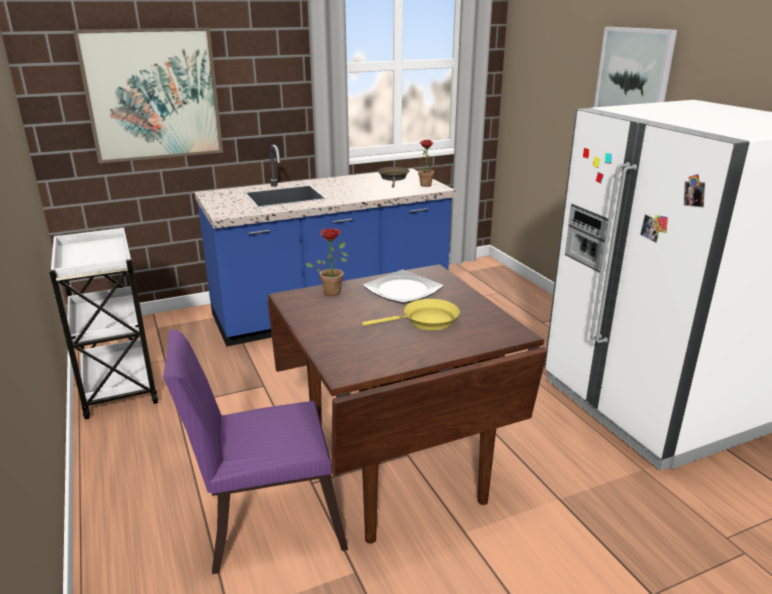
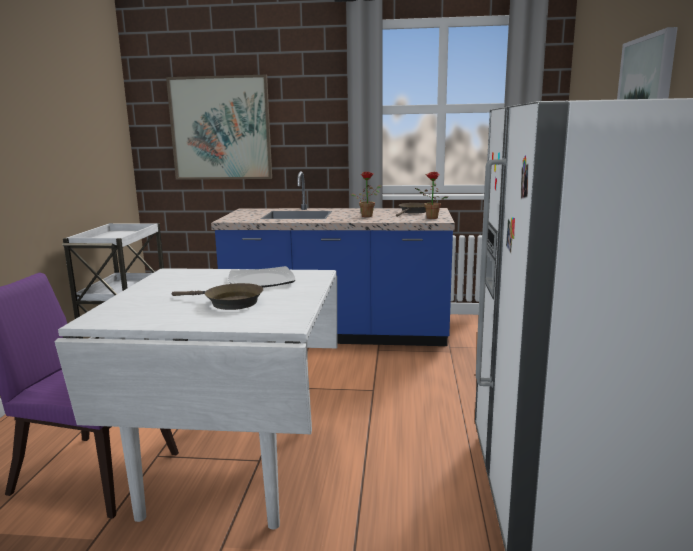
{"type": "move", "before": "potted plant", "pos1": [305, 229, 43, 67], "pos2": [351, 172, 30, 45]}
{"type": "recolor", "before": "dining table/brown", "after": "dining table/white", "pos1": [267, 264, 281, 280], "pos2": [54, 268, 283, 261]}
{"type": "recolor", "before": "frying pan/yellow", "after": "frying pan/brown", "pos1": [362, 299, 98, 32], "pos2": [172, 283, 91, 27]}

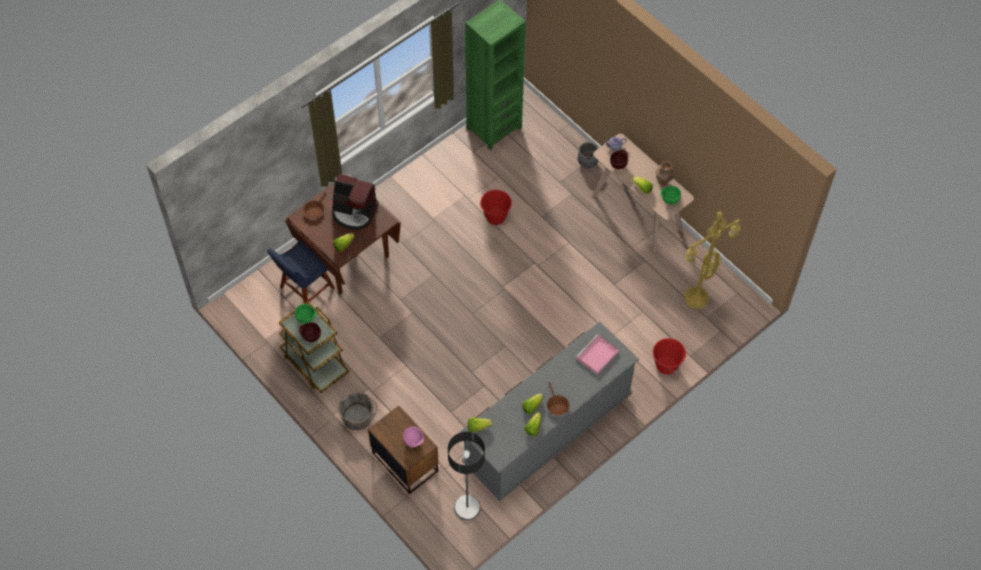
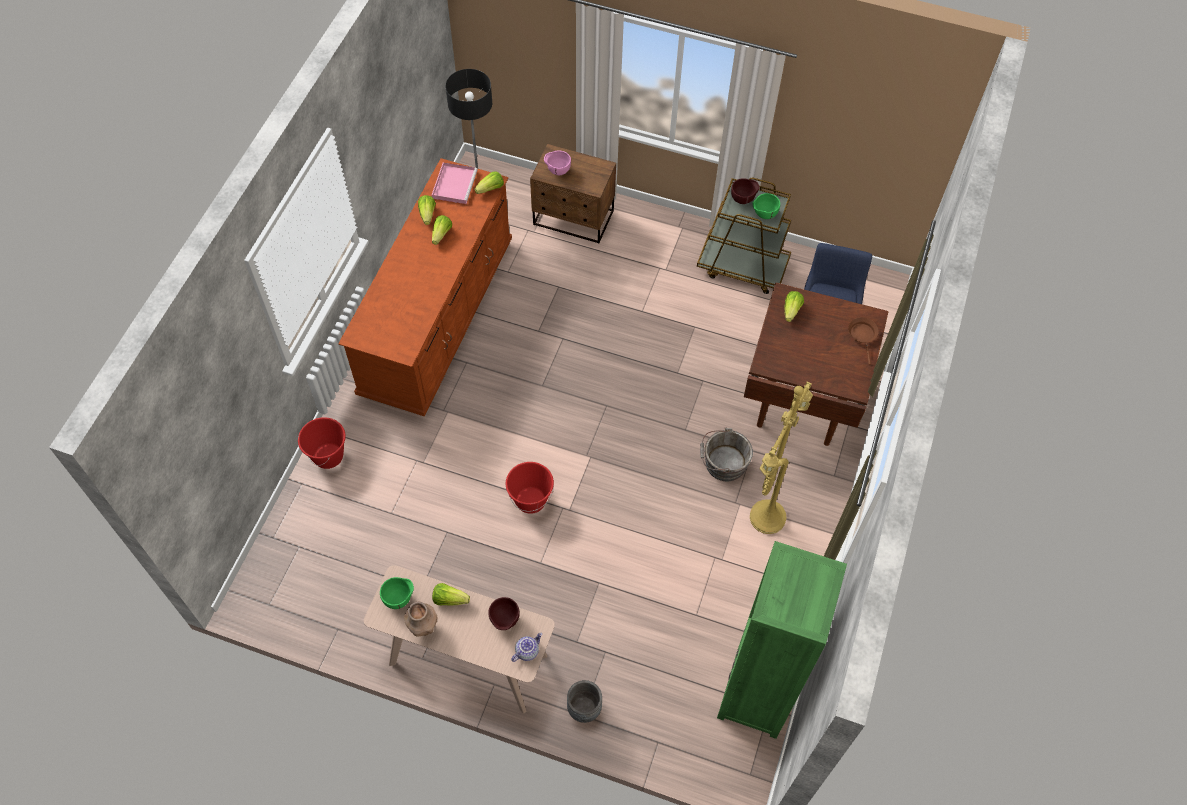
{"type": "delete", "before": "coffee machine", "pos1": [332, 174, 46, 56]}
{"type": "delete", "before": "frying pan/brown", "pos1": [547, 382, 22, 33]}
{"type": "move", "before": "bucket/grey", "pos1": [338, 393, 39, 37], "pos2": [700, 428, 53, 53]}
{"type": "move", "before": "bucket/red", "pos1": [480, 190, 32, 35], "pos2": [506, 462, 48, 52]}
{"type": "move", "before": "tray/pink", "pos1": [577, 334, 42, 41], "pos2": [432, 162, 46, 42]}
{"type": "move", "before": "floor lamp/yellow", "pos1": [684, 212, 56, 97], "pos2": [750, 382, 63, 152]}
{"type": "recolor", "before": "dresser/grey", "after": "dresser/brown", "pos1": [460, 322, 179, 179], "pos2": [338, 158, 174, 258]}

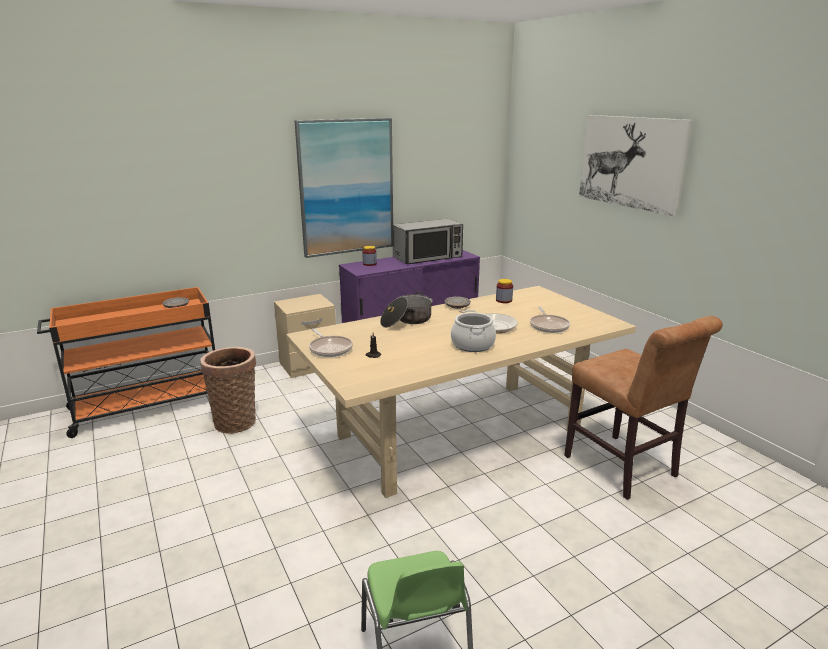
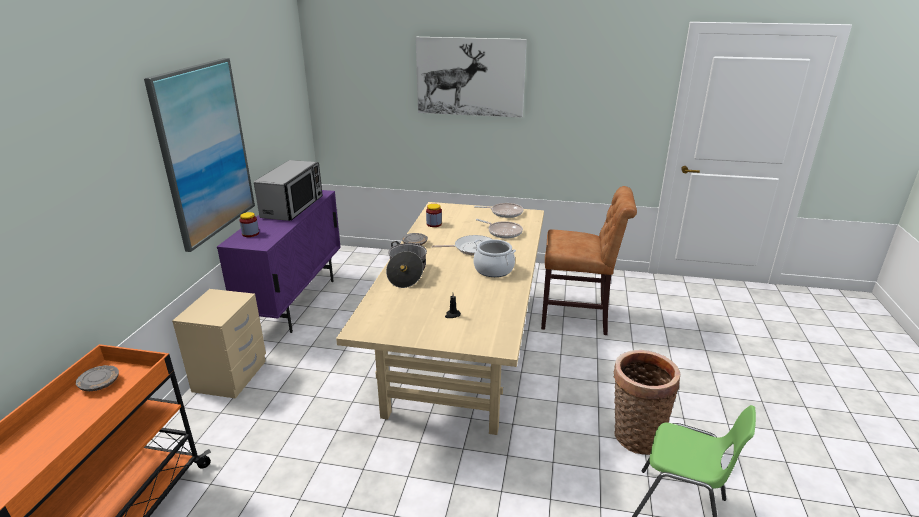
{"type": "move", "before": "basket", "pos1": [200, 347, 56, 87], "pos2": [614, 350, 66, 105]}
{"type": "move", "before": "frying pan", "pos1": [309, 328, 44, 29], "pos2": [474, 203, 50, 15]}

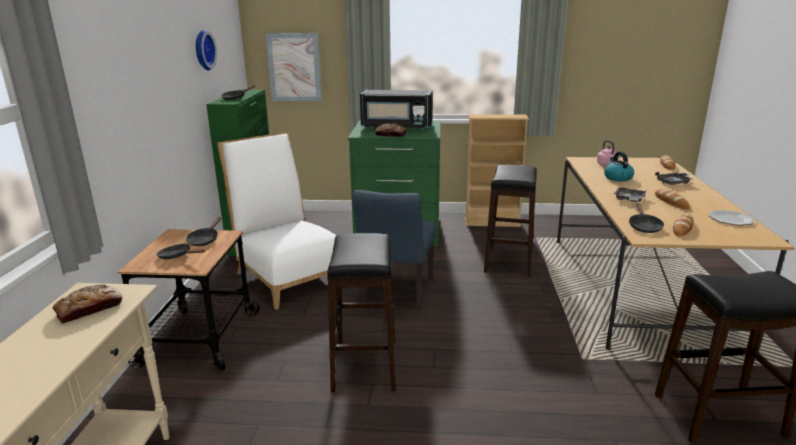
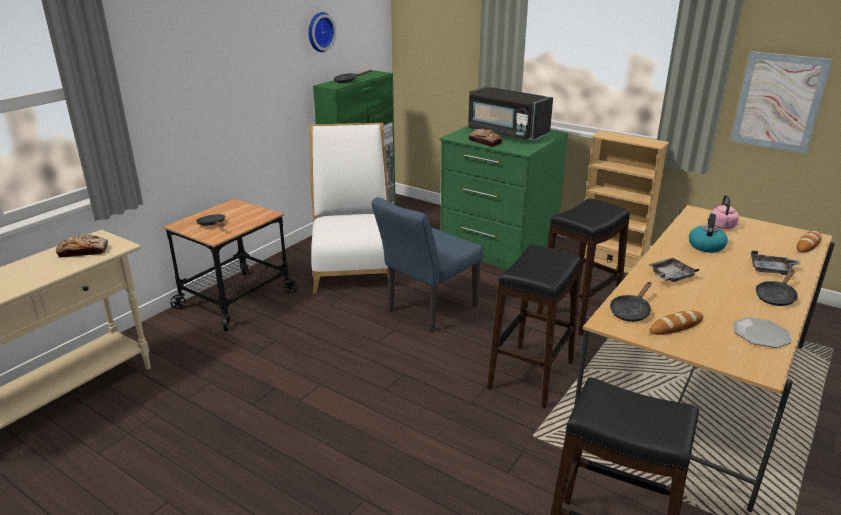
{"type": "delete", "before": "bread", "pos1": [655, 189, 35, 20]}
{"type": "move", "before": "frying pan/black", "pos1": [186, 217, 35, 29], "pos2": [756, 270, 42, 36]}
{"type": "move", "before": "picture", "pos1": [266, 33, 56, 68], "pos2": [731, 51, 101, 103]}
{"type": "move", "before": "stool/black", "pos1": [327, 233, 69, 159], "pos2": [487, 245, 95, 163]}

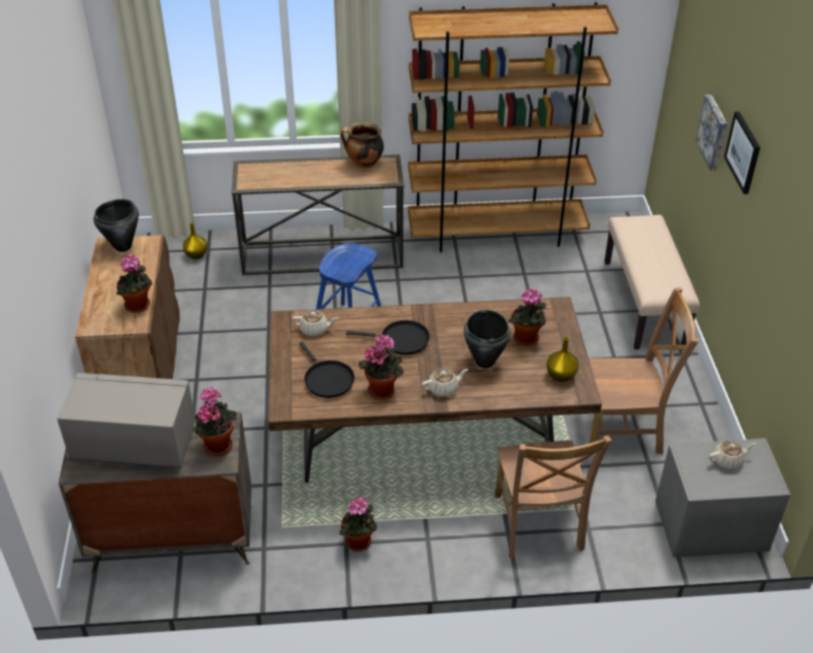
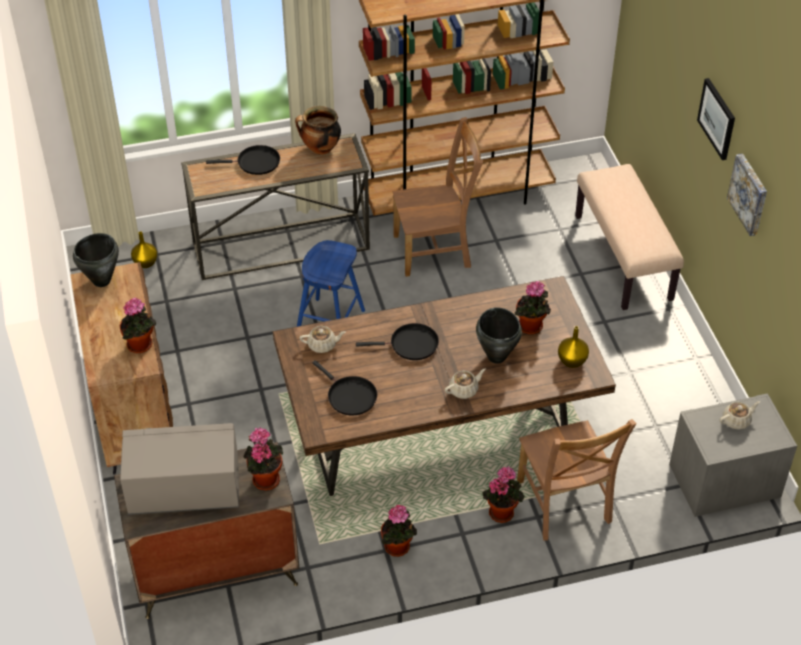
{"type": "insert", "after": "frying pan/black", "pos2": [206, 145, 74, 30]}
{"type": "move", "before": "potted plant", "pos1": [359, 334, 45, 66], "pos2": [482, 466, 42, 57]}
{"type": "move", "before": "chair/brown", "pos1": [589, 287, 110, 168], "pos2": [393, 117, 90, 160]}
{"type": "move", "before": "picture", "pos1": [695, 95, 32, 76], "pos2": [727, 154, 40, 82]}

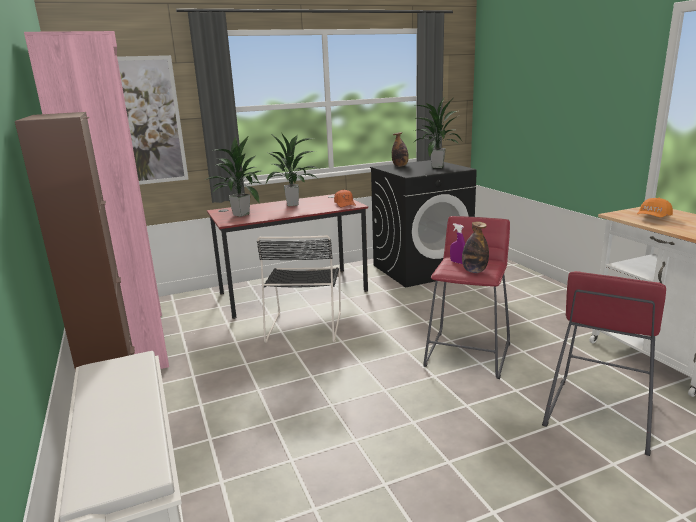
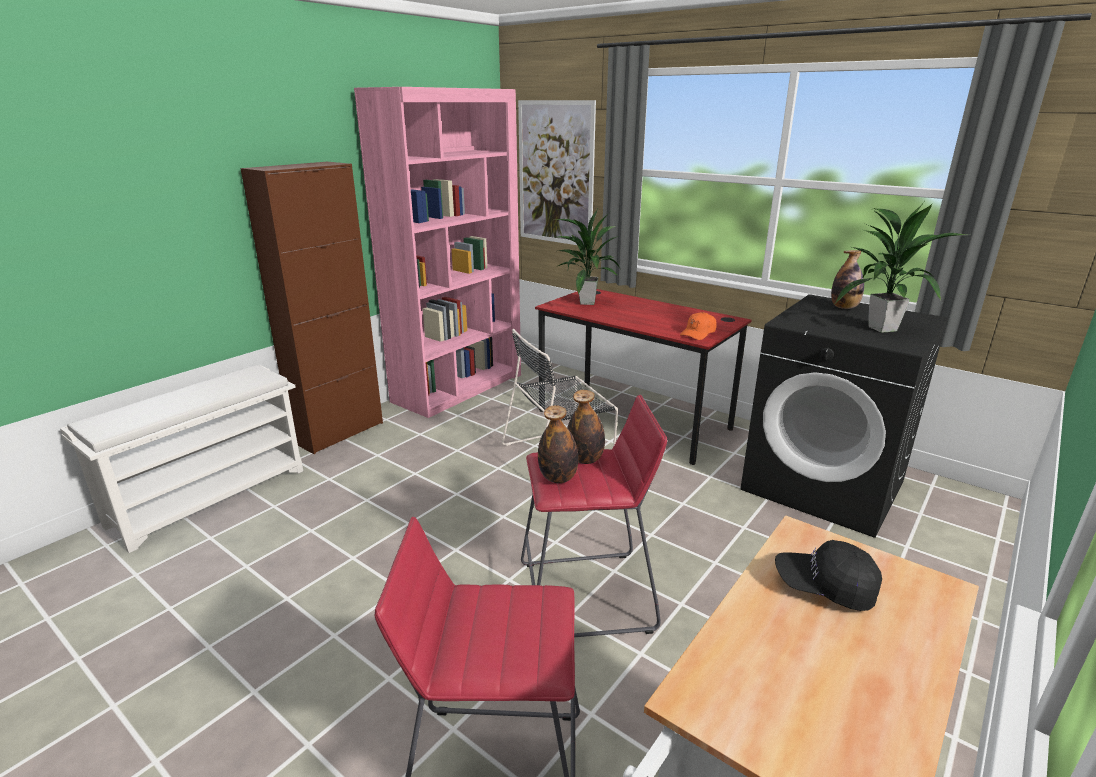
{"type": "delete", "before": "potted plant", "pos1": [265, 132, 54, 74]}
{"type": "replace", "before": "spray bottle/purple", "after": "bottle", "pos1": [450, 223, 15, 41], "pos2": [567, 390, 38, 74]}
{"type": "recolor", "before": "cap/orange", "after": "cap/black", "pos1": [637, 198, 36, 20], "pos2": [775, 540, 107, 71]}

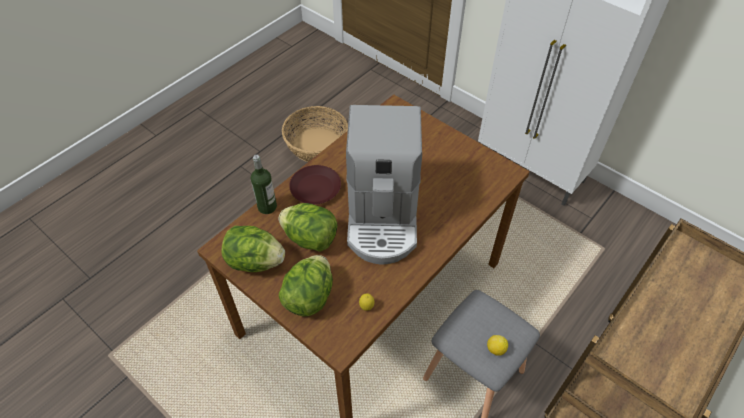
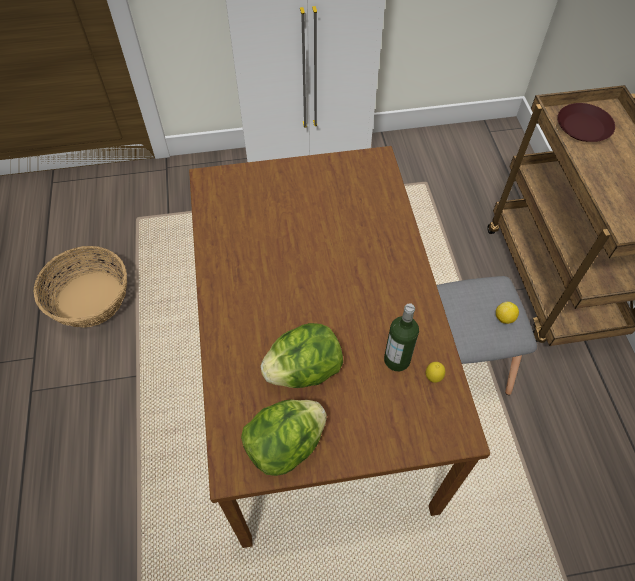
{"type": "delete", "before": "lettuce", "pos1": [279, 255, 54, 61]}
{"type": "delete", "before": "coffee machine", "pos1": [346, 105, 76, 160]}
{"type": "move", "before": "bottle", "pos1": [251, 155, 26, 59], "pos2": [384, 303, 35, 68]}
{"type": "move", "before": "plate/brown", "pos1": [289, 165, 52, 39], "pos2": [557, 103, 58, 39]}

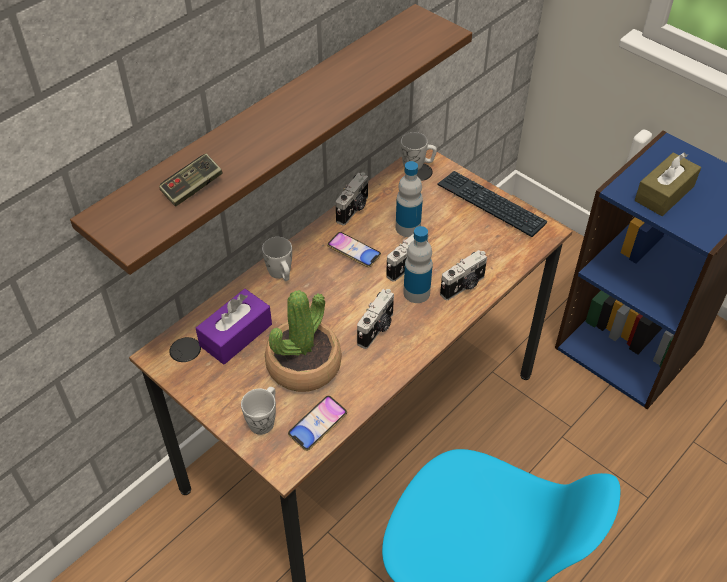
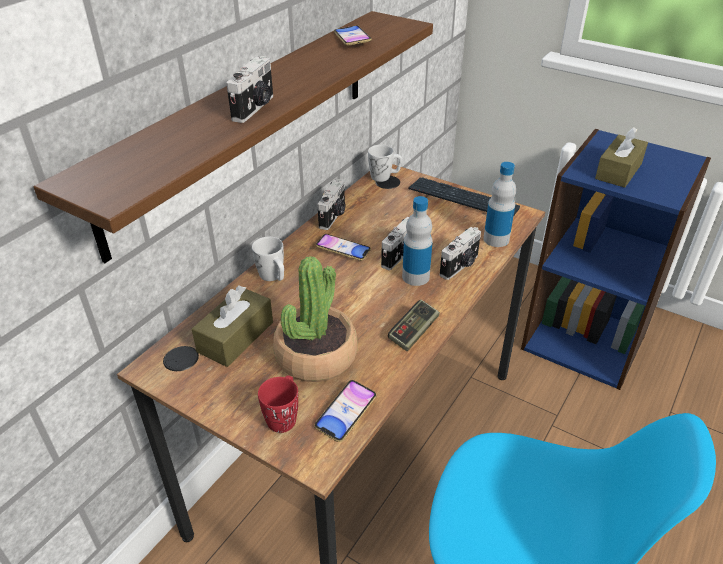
{"type": "insert", "after": "phone", "pos2": [334, 25, 38, 21]}
{"type": "move", "before": "game controller", "pos1": [159, 154, 63, 53], "pos2": [388, 300, 52, 51]}
{"type": "move", "before": "photo camera", "pos1": [357, 289, 37, 60], "pos2": [226, 56, 47, 67]}
{"type": "move", "before": "bottle", "pos1": [396, 161, 27, 76], "pos2": [483, 162, 33, 85]}
{"type": "recolor", "before": "tissue box/purple", "after": "tissue box/brown", "pos1": [196, 289, 76, 76], "pos2": [192, 285, 81, 82]}
{"type": "recolor", "before": "mug/white", "after": "mug/red", "pos1": [241, 387, 35, 48], "pos2": [258, 376, 40, 57]}

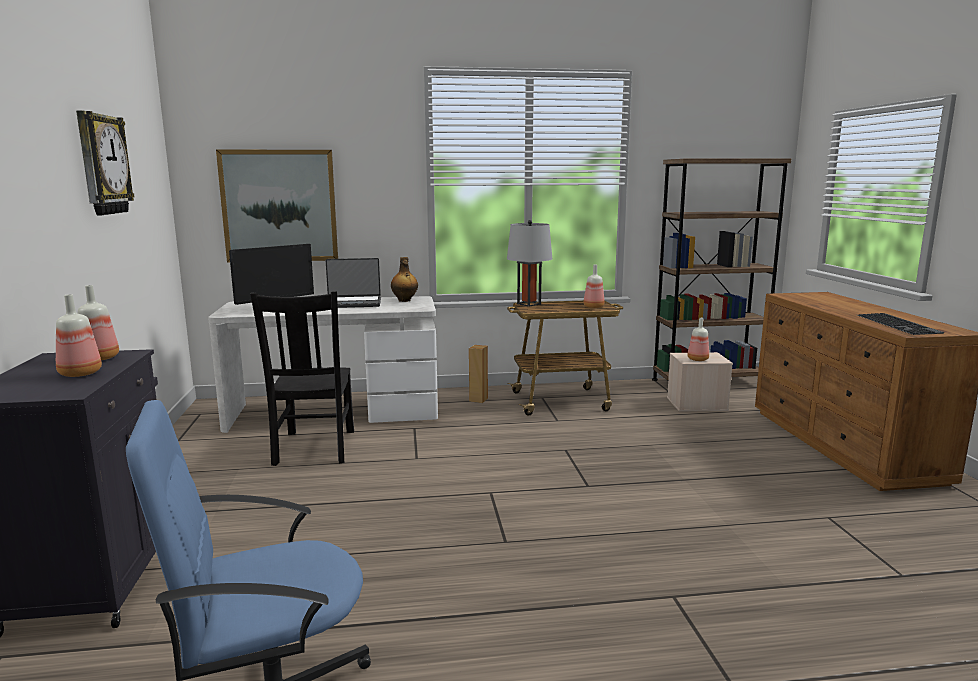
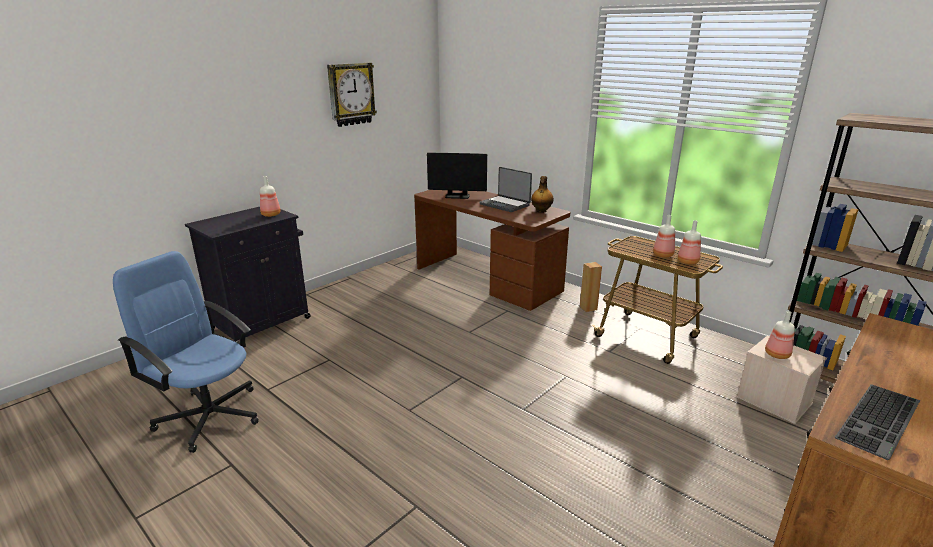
{"type": "delete", "before": "picture", "pos1": [216, 150, 122, 113]}
{"type": "delete", "before": "chair/black", "pos1": [250, 291, 104, 175]}
{"type": "delete", "before": "table lamp/grey", "pos1": [507, 220, 45, 87]}
{"type": "move", "before": "bottle", "pos1": [56, 294, 46, 83], "pos2": [653, 215, 22, 43]}
{"type": "recolor", "before": "desk/white", "after": "desk/brown", "pos1": [208, 296, 230, 137], "pos2": [414, 190, 156, 121]}

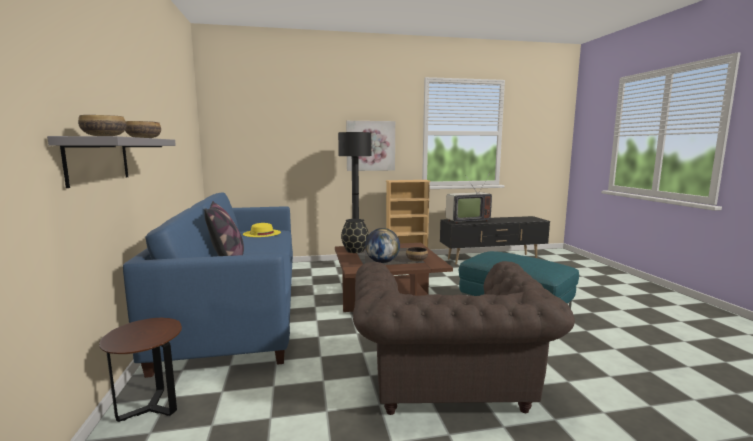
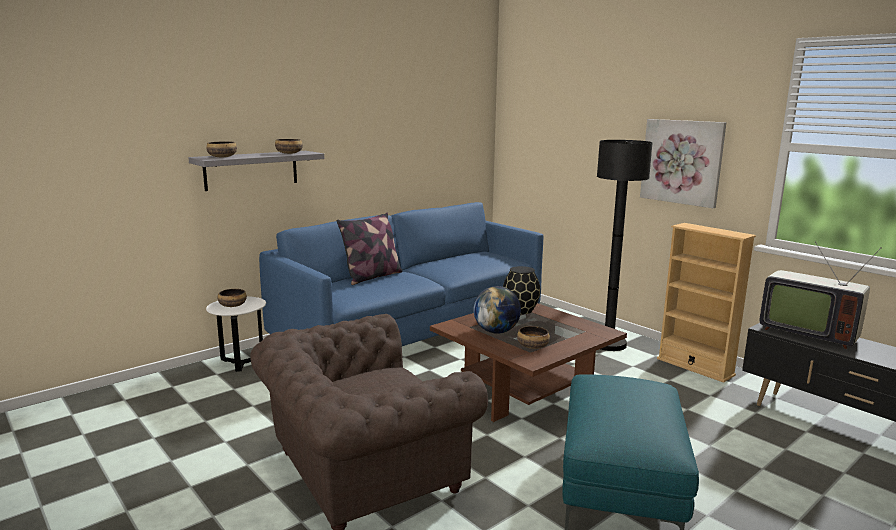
{"type": "delete", "before": "hat/yellow", "pos1": [243, 223, 38, 14]}
{"type": "insert", "after": "bowl", "pos2": [218, 289, 29, 18]}
{"type": "recolor", "before": "side table/brown", "after": "side table/white", "pos1": [99, 318, 83, 104], "pos2": [206, 296, 60, 76]}

